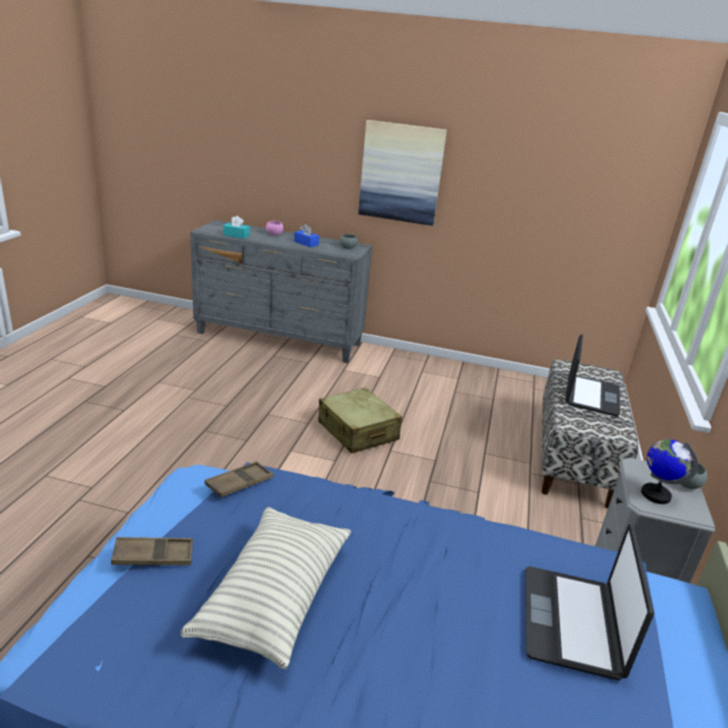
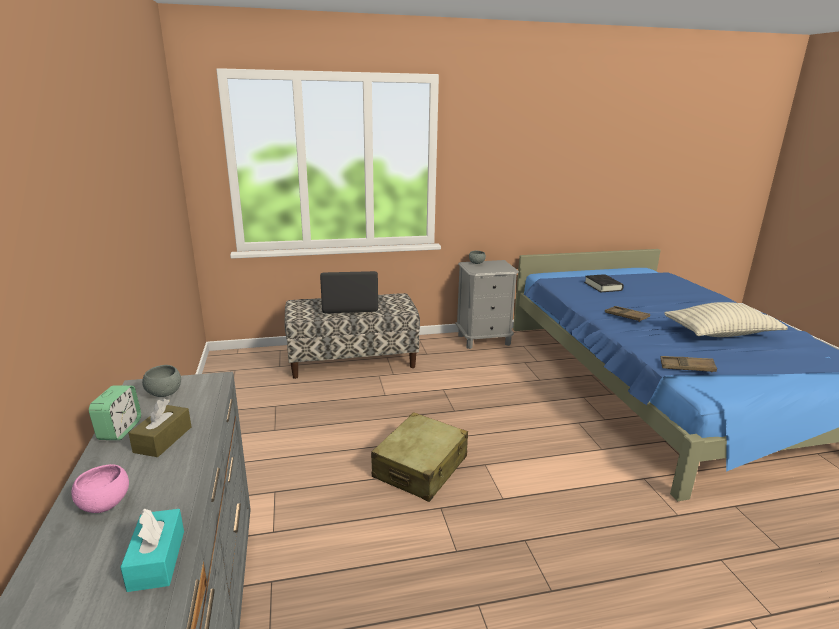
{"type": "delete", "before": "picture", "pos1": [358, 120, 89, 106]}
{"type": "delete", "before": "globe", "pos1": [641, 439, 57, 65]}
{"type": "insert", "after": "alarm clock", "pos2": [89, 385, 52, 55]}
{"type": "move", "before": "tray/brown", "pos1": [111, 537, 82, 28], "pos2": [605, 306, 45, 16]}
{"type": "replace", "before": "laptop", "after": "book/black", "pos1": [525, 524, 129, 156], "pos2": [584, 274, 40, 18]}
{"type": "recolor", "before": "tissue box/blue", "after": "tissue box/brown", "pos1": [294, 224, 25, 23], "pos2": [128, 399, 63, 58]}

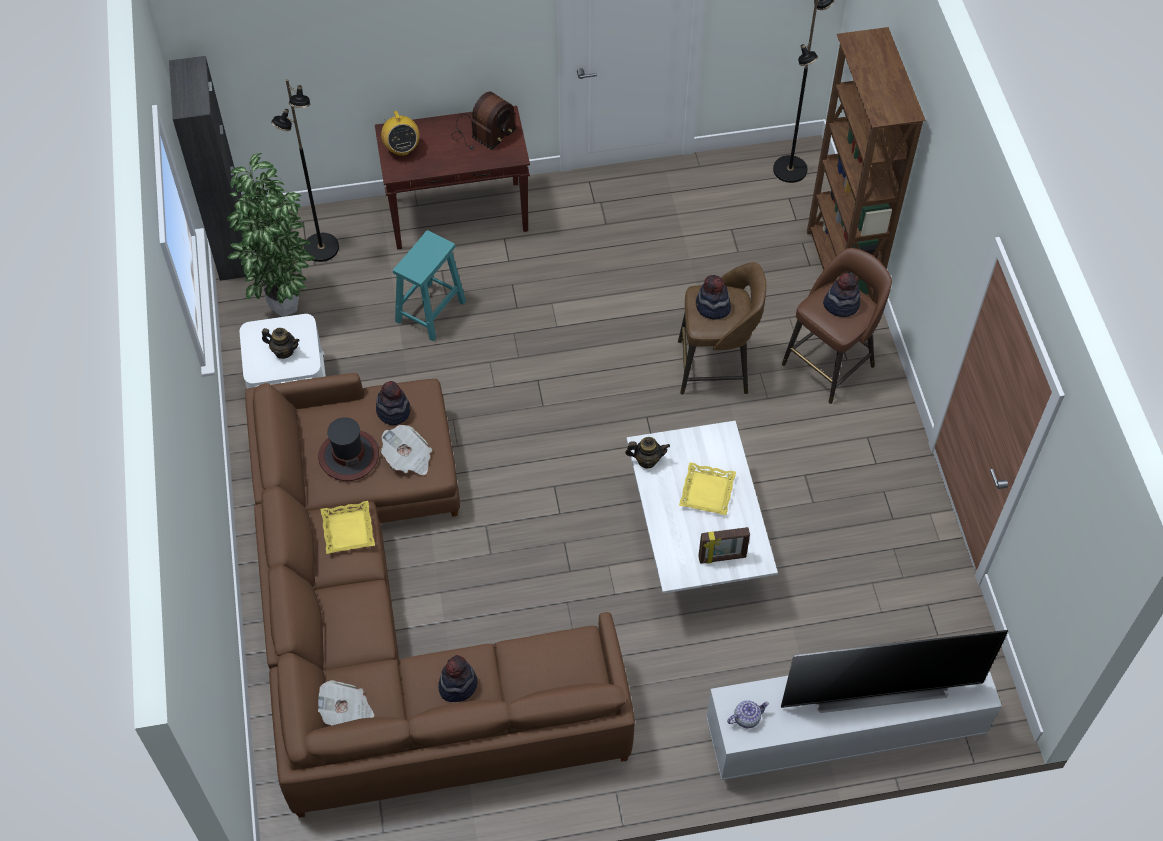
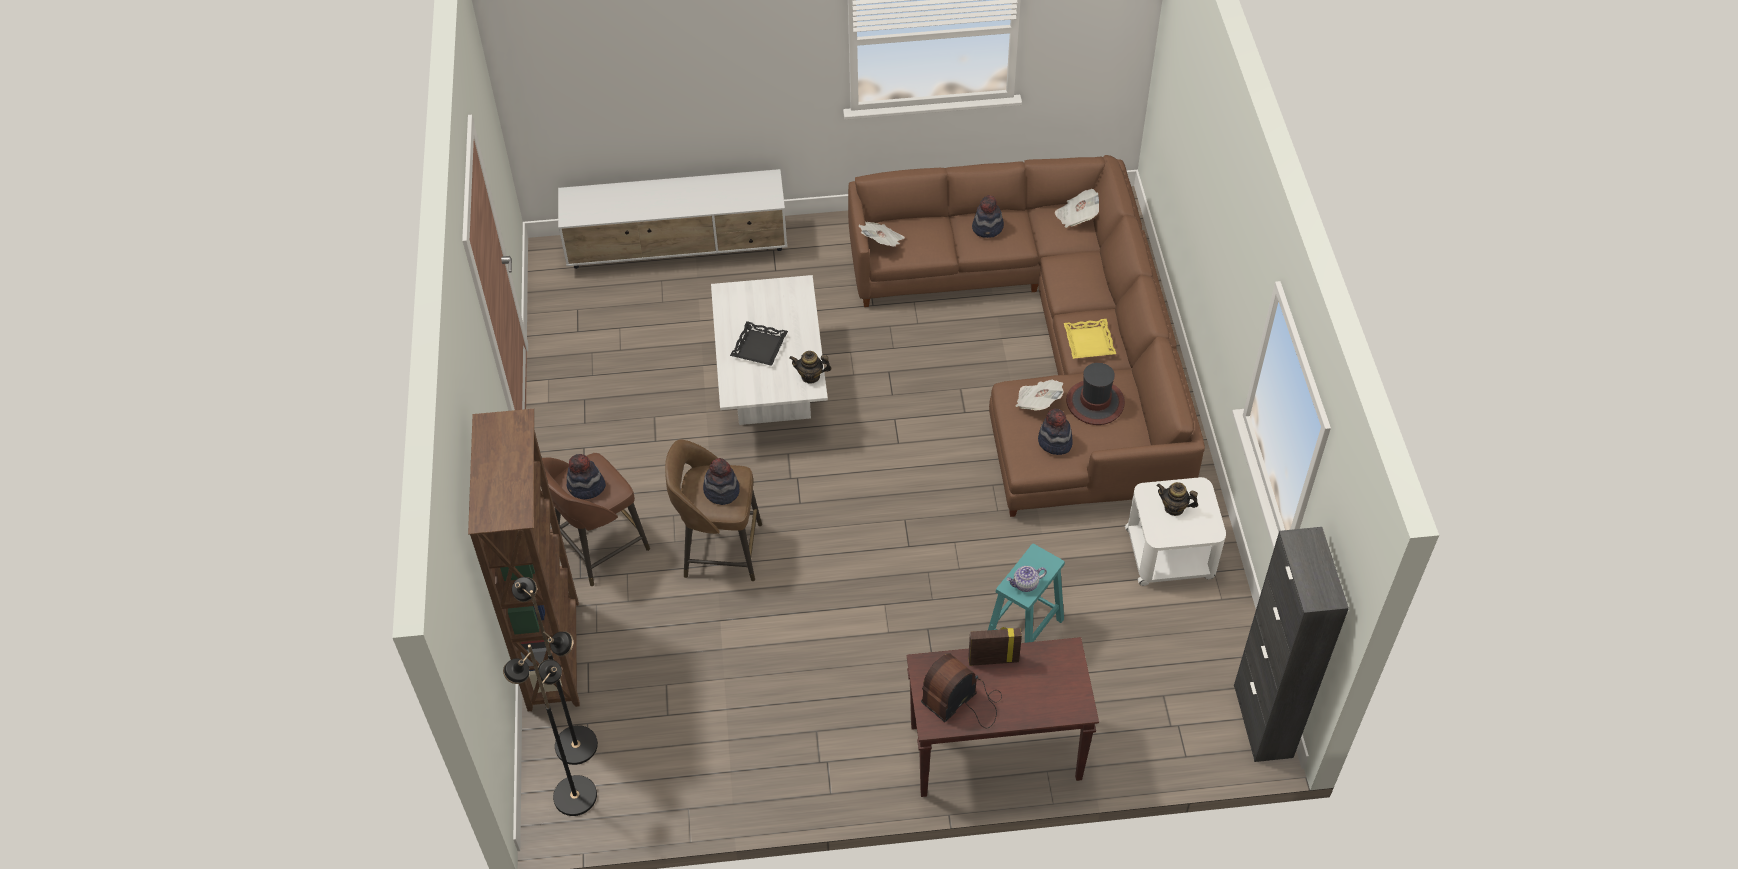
{"type": "delete", "before": "potted plant", "pos1": [228, 153, 87, 164]}
{"type": "delete", "before": "radio", "pos1": [381, 111, 39, 45]}
{"type": "delete", "before": "television", "pos1": [781, 630, 227, 83]}
{"type": "insert", "after": "newspaper", "pos2": [859, 222, 46, 25]}
{"type": "move", "before": "floor lamp/black", "pos1": [271, 79, 68, 183], "pos2": [512, 577, 86, 188]}
{"type": "move", "before": "picture frame", "pos1": [698, 527, 52, 37], "pos2": [968, 627, 54, 39]}
{"type": "move", "before": "teapot", "pos1": [727, 700, 42, 28], "pos2": [1007, 566, 40, 26]}
{"type": "recolor", "before": "tray/yellow", "after": "tray/black", "pos1": [679, 462, 57, 53], "pos2": [730, 321, 58, 45]}

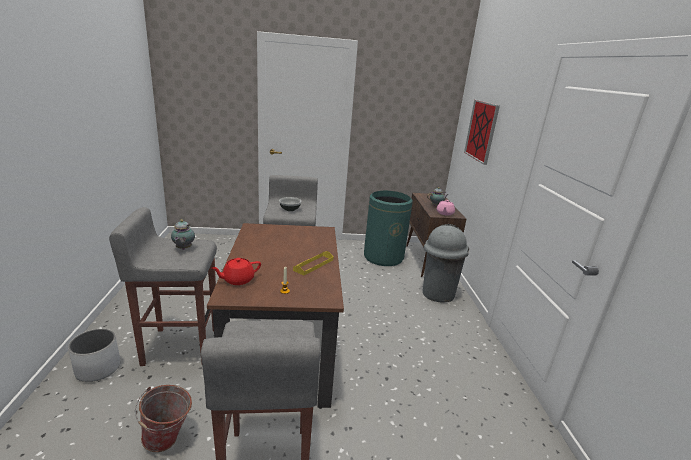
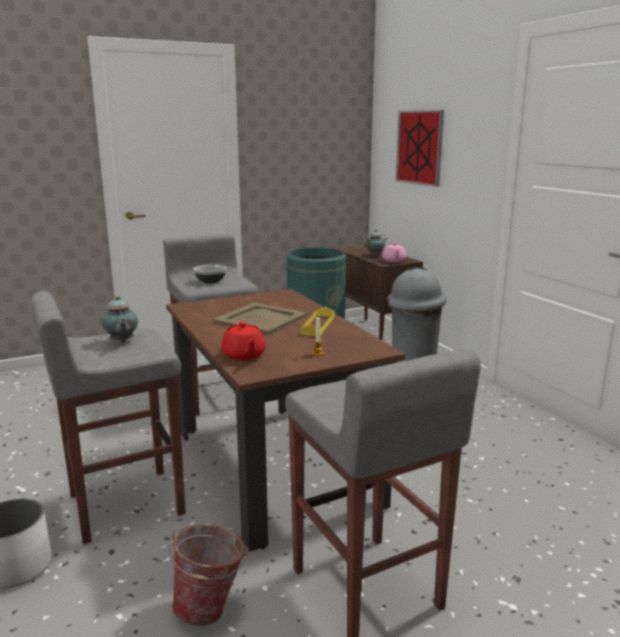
{"type": "insert", "after": "tray/beige", "pos2": [213, 303, 94, 32]}
{"type": "rotate", "before": "teapot/red", "pos1": [211, 258, 50, 27], "pos2": [221, 322, 45, 38], "turn": -60}

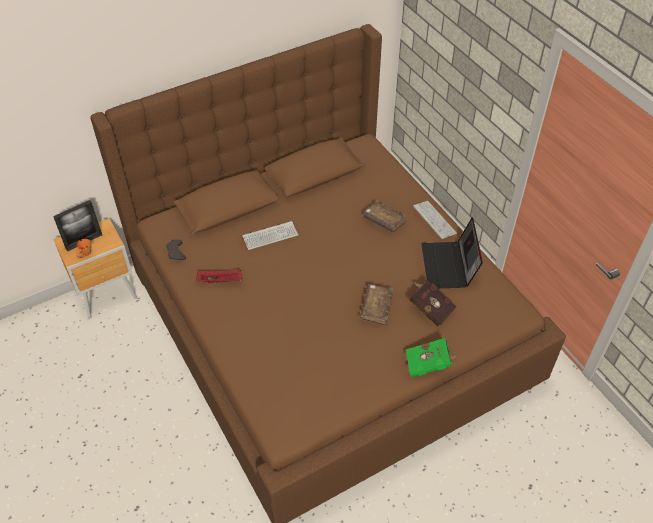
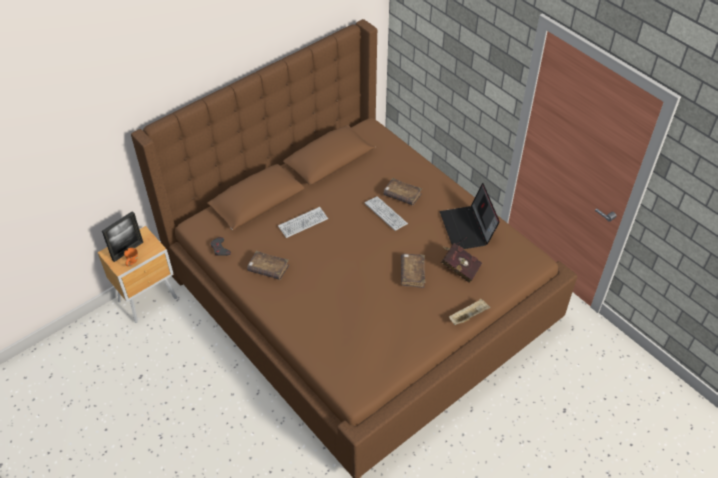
{"type": "move", "before": "keyboard", "pos1": [413, 201, 44, 38], "pos2": [365, 196, 43, 35]}
{"type": "replace", "before": "tray/red", "after": "book/brown", "pos1": [196, 269, 46, 15], "pos2": [247, 251, 42, 29]}
{"type": "replace", "before": "book/green", "after": "tray/beige", "pos1": [406, 338, 52, 39], "pos2": [449, 299, 42, 26]}

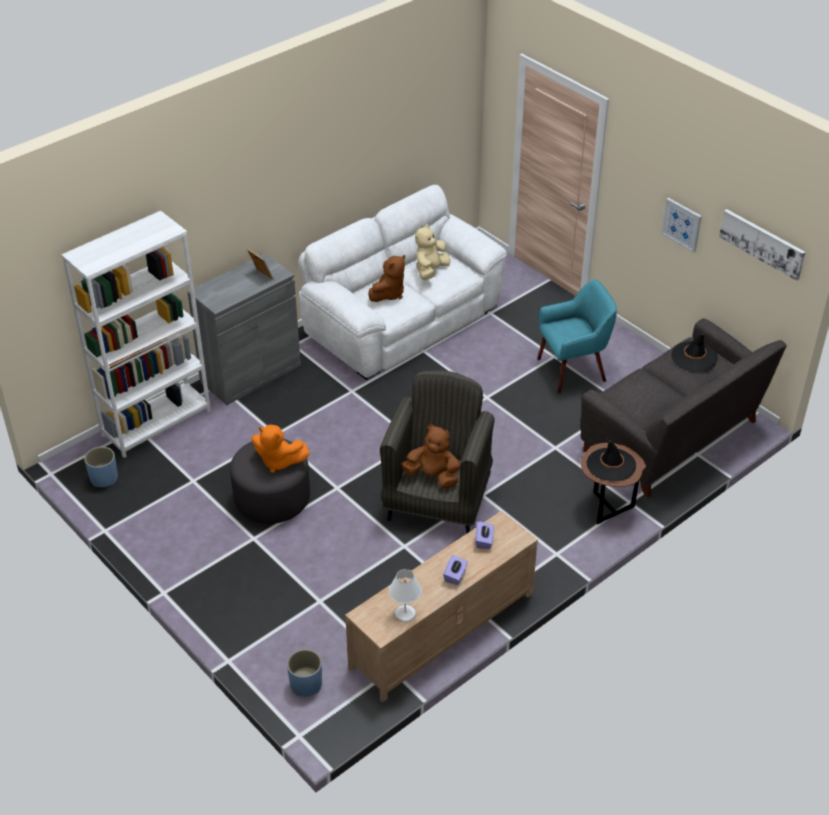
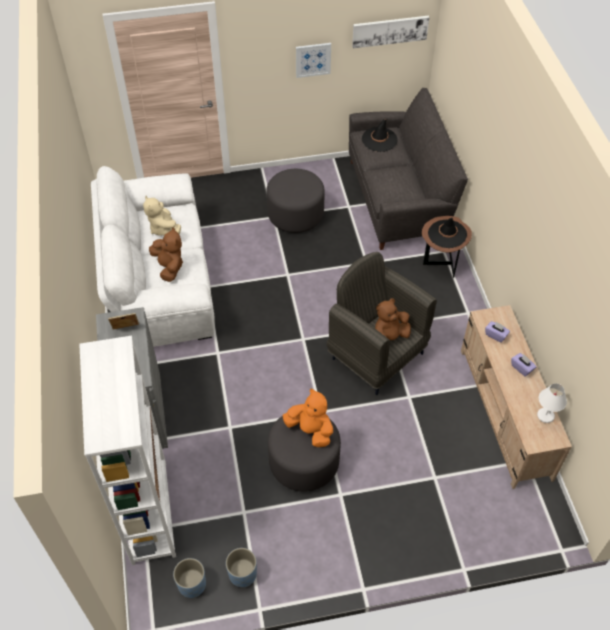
{"type": "move", "before": "planter/blue", "pos1": [287, 649, 35, 48], "pos2": [226, 548, 31, 39]}
{"type": "replace", "before": "armchair/turquoise", "after": "ottoman/grey", "pos1": [537, 280, 80, 114], "pos2": [266, 169, 59, 64]}
{"type": "rotate", "before": "plush toy/orange", "pos1": [252, 425, 58, 48], "pos2": [283, 389, 50, 58], "turn": -105}

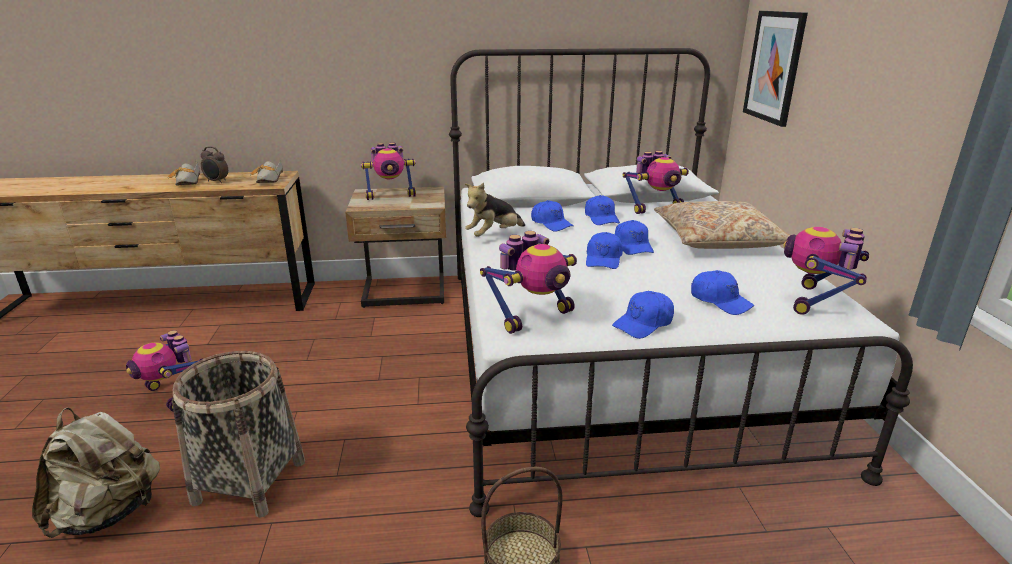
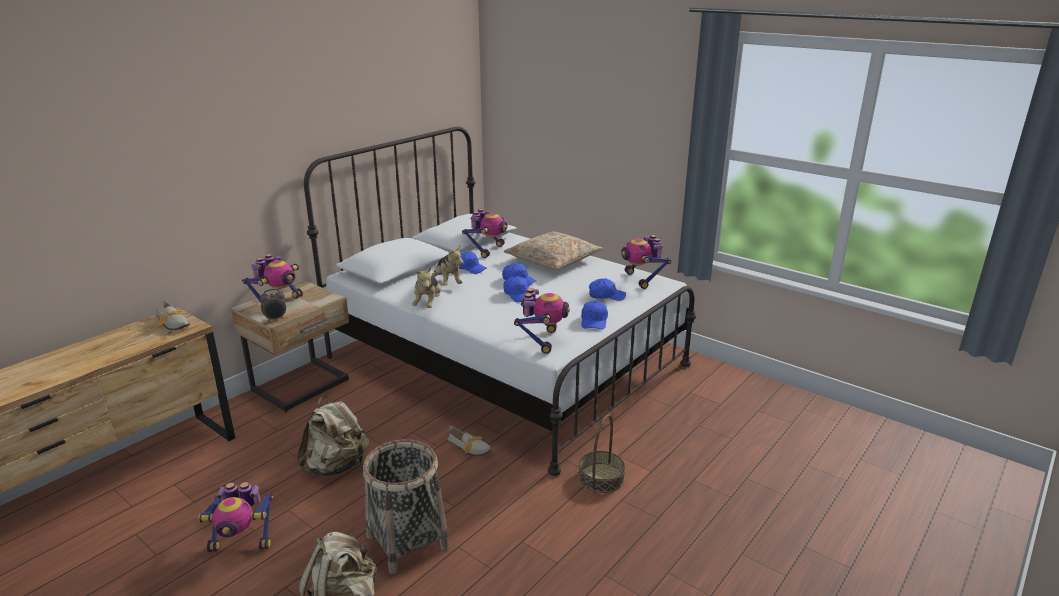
{"type": "delete", "before": "picture", "pos1": [743, 11, 65, 116]}
{"type": "insert", "after": "backpack/beige", "pos2": [297, 395, 72, 81]}
{"type": "move", "before": "shoe", "pos1": [168, 159, 32, 27], "pos2": [448, 425, 43, 31]}
{"type": "move", "before": "alarm clock", "pos1": [201, 146, 27, 37], "pos2": [260, 289, 26, 33]}
{"type": "replace", "before": "cap/blue", "after": "plush toy", "pos1": [531, 200, 42, 32], "pos2": [432, 245, 32, 41]}

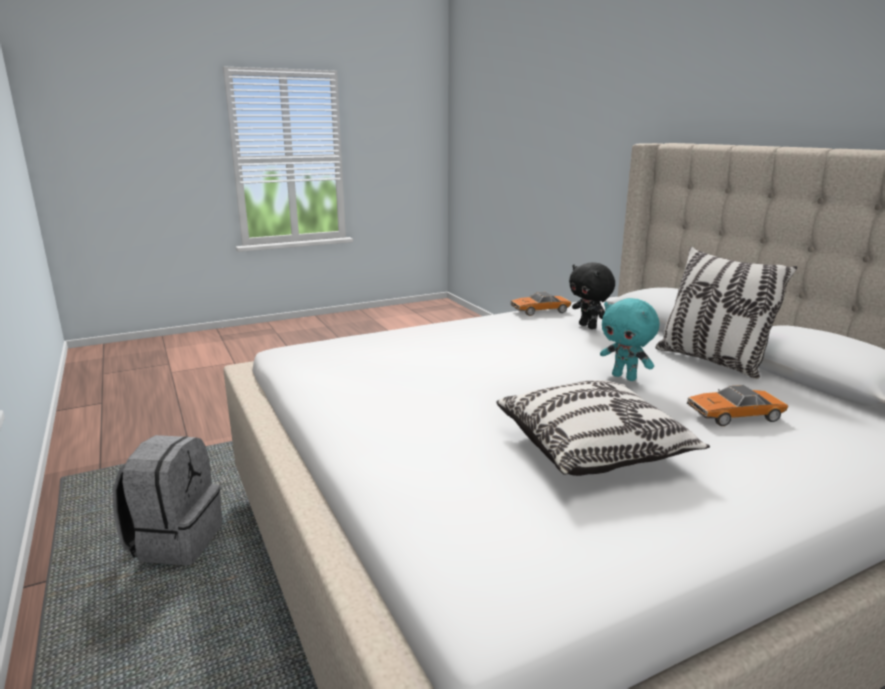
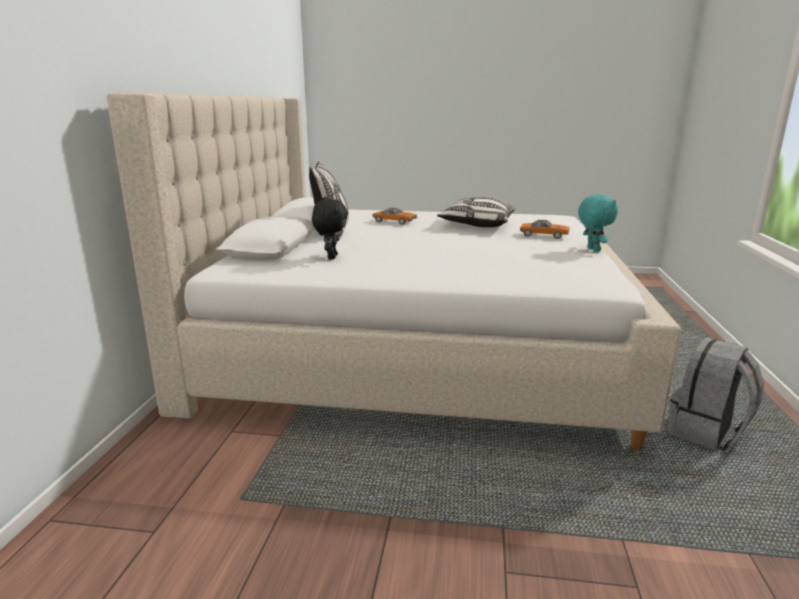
{"type": "move", "before": "toy car", "pos1": [511, 292, 60, 24], "pos2": [520, 220, 49, 19]}
{"type": "move", "before": "plush toy/turquoise", "pos1": [600, 298, 59, 83], "pos2": [578, 194, 40, 58]}

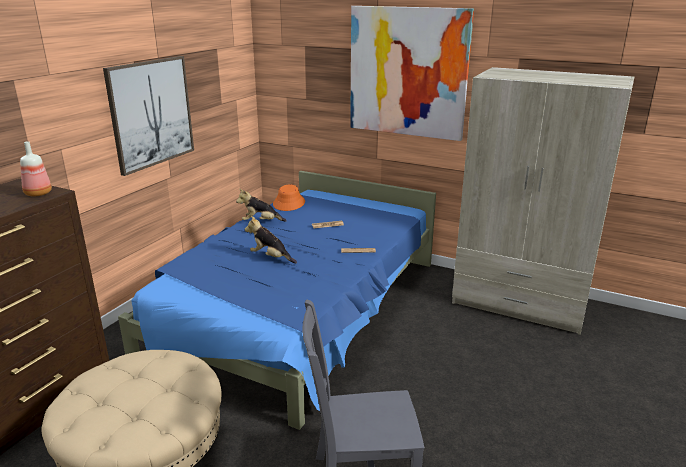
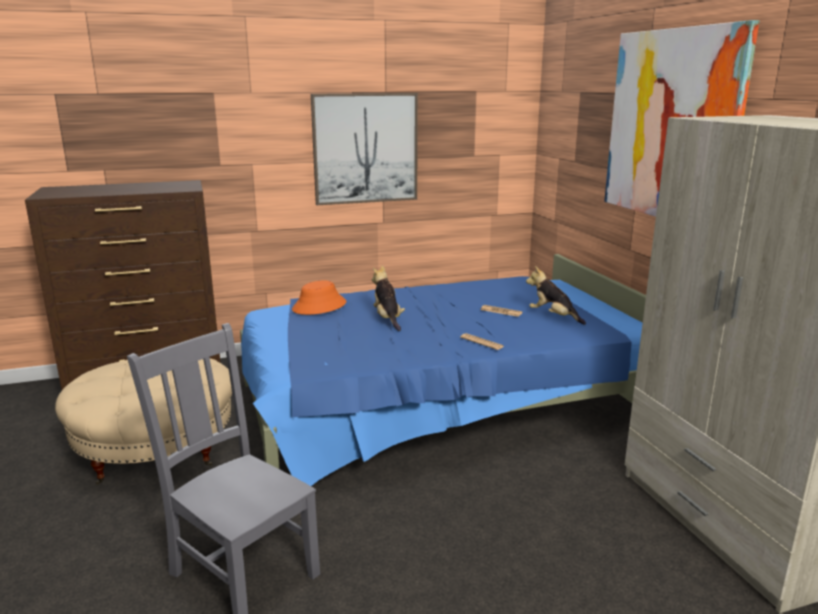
{"type": "delete", "before": "bottle", "pos1": [20, 141, 32, 55]}
{"type": "move", "before": "plush toy", "pos1": [236, 189, 51, 33], "pos2": [526, 266, 60, 59]}
{"type": "move", "before": "hat/orange", "pos1": [273, 184, 32, 27], "pos2": [292, 281, 54, 34]}

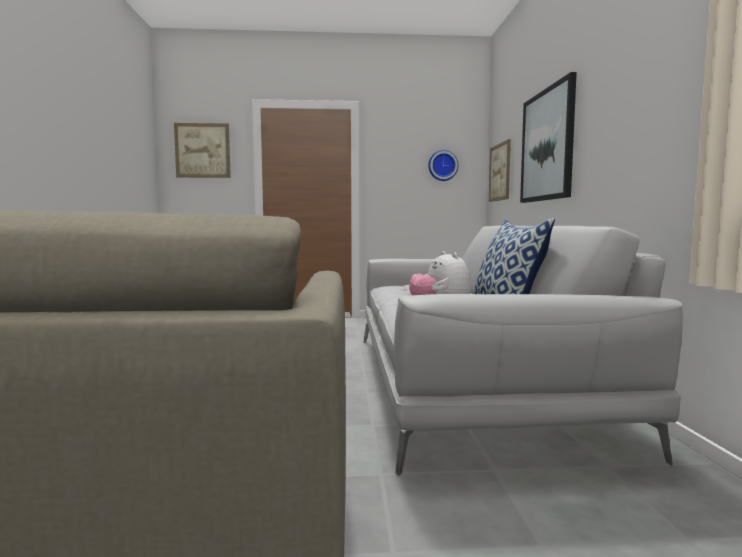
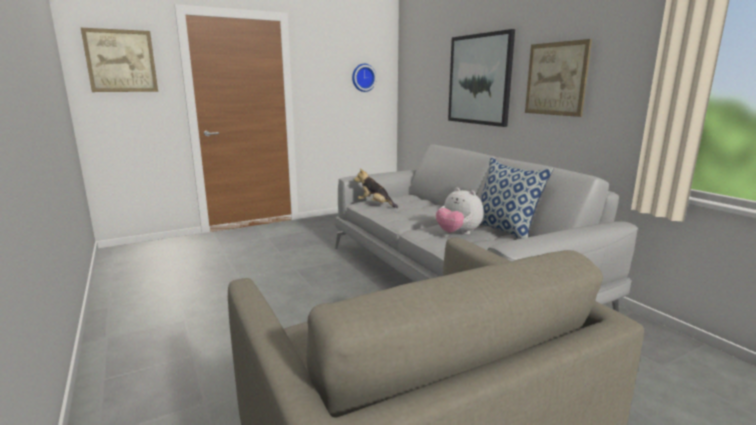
{"type": "insert", "after": "plush toy", "pos2": [354, 169, 44, 39]}
{"type": "move", "before": "picture", "pos1": [489, 139, 22, 63], "pos2": [525, 39, 67, 78]}

